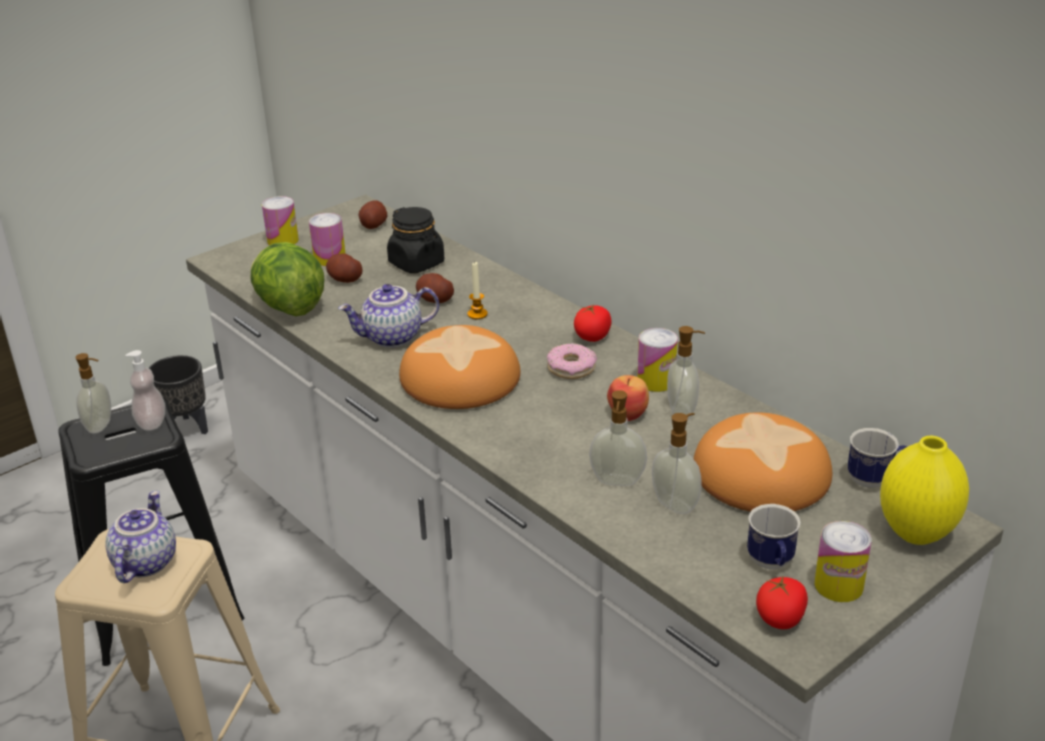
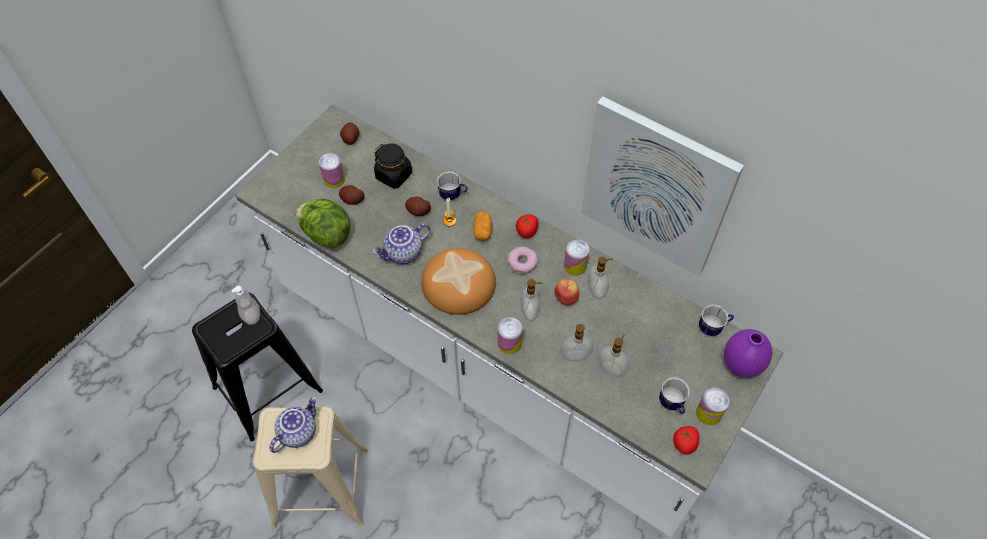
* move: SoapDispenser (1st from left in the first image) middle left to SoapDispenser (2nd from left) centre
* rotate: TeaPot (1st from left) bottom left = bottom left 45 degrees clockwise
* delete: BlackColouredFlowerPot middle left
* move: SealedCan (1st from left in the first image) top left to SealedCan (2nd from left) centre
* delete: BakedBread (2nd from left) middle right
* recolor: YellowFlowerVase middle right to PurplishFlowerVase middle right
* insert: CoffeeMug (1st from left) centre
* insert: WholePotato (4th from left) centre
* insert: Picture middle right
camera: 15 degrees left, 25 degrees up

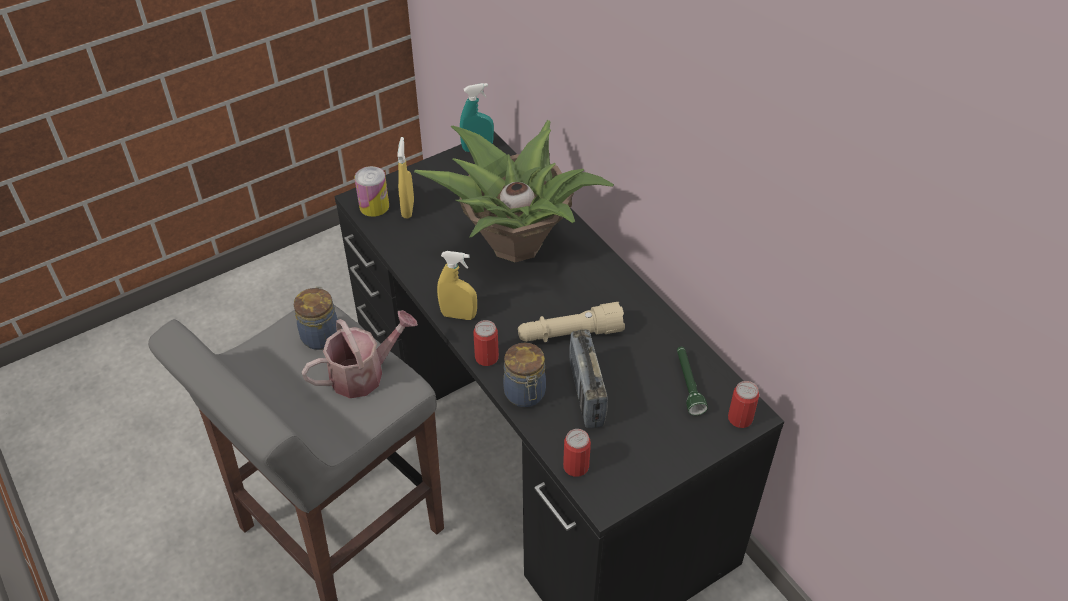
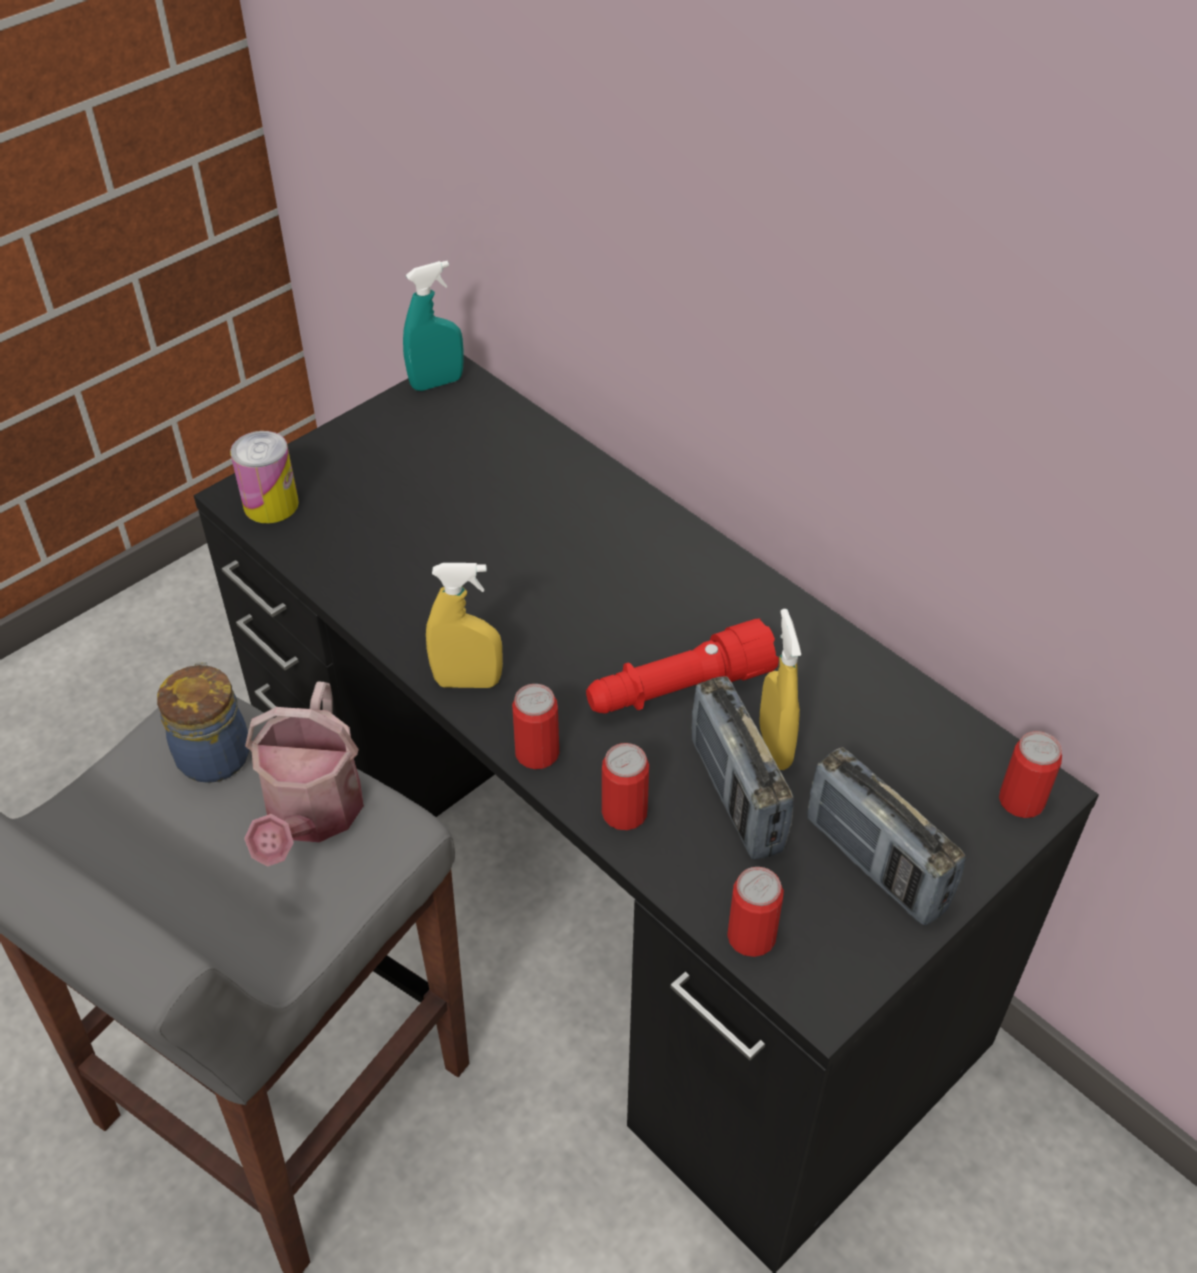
* rotate: WateringPot centre = middle left 135 degrees clockwise
* move: YellowHandSprayer (1st from left in the first image) top centre to YellowHandSprayer (2nd from left) centre
* delete: PlantInAPot top centre
* replace: StorageJar (2nd from left) centre to SealedCan (3rd from left) centre
* recolor: SandColouredHandTorch centre to RedColouredHandTorch centre
* delete: GreenHandTorch centre
* insert: Radio (2nd from left) middle right
camera: 10 degrees left, 0 degrees up

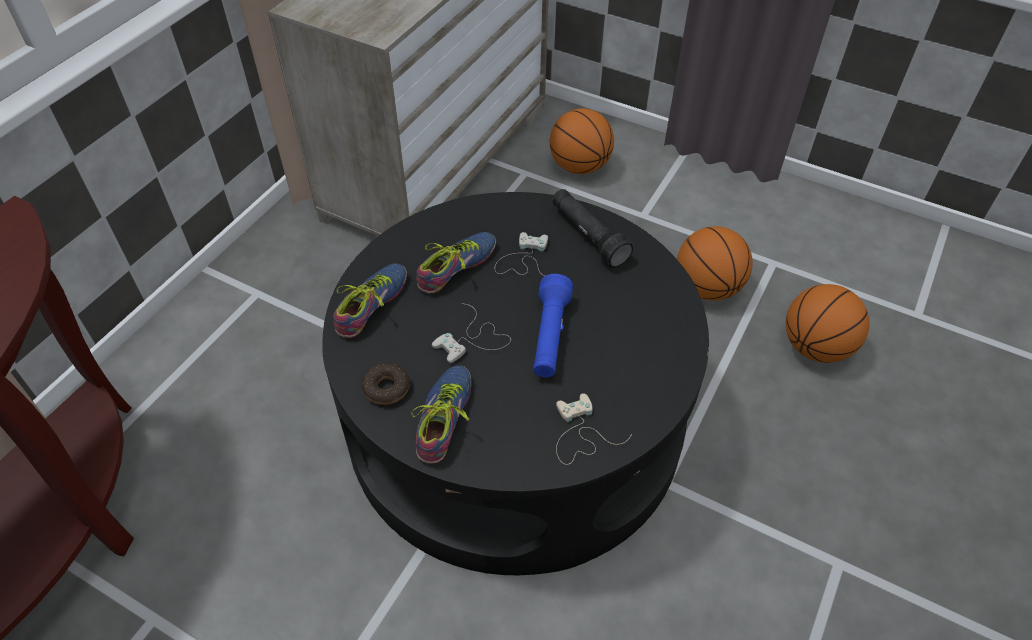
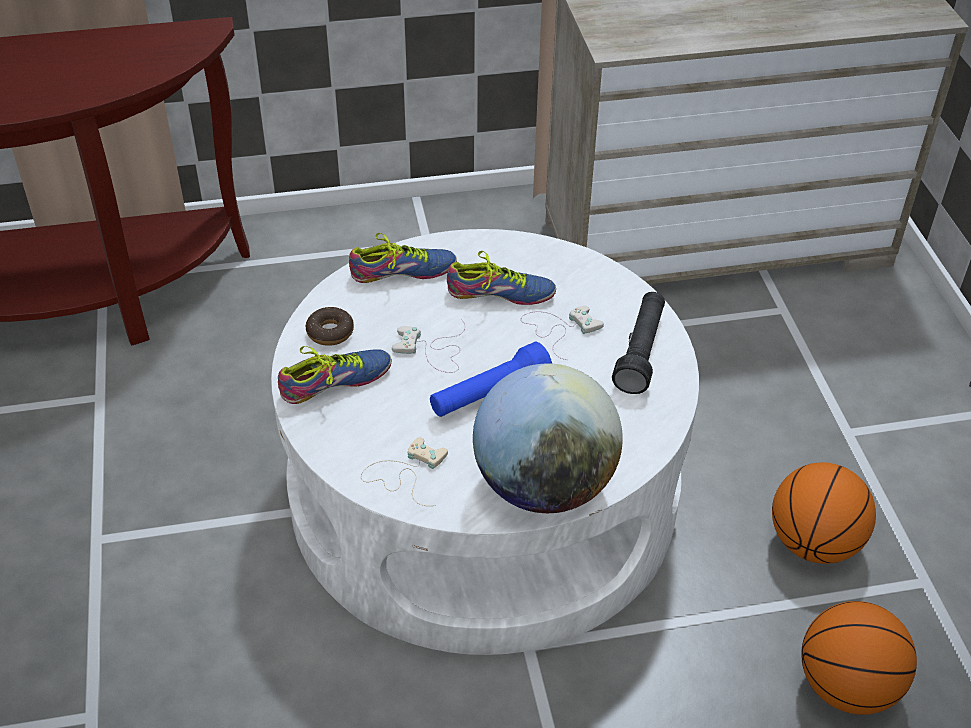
* recolor: BlackColouredLoungeTable centre to WhitishLoungeTable centre
* delete: BallForBasketball (1st from left) top centre
* insert: DeskGlobe centre
camera: 50 degrees right, 5 degrees down

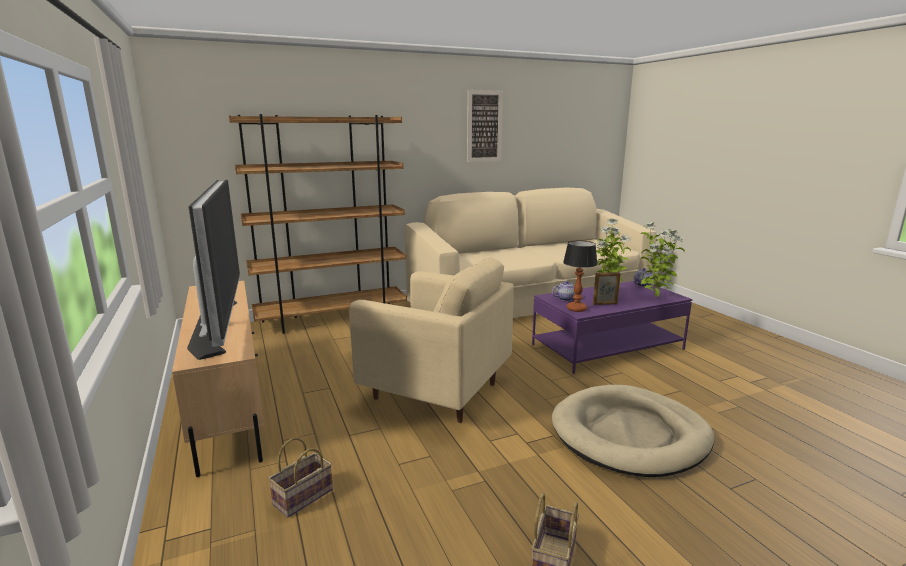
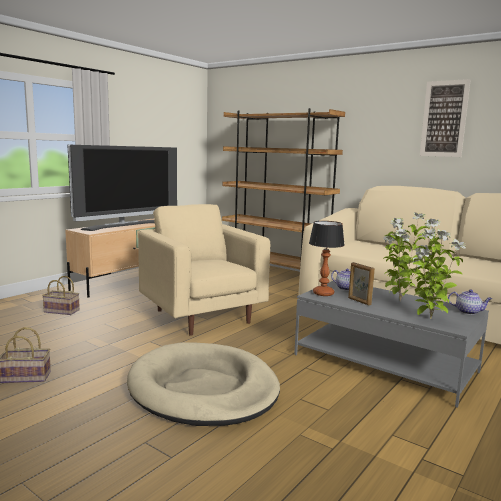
* rotate: SandColouredArmchair centre = centre 150 degrees clockwise
* recolor: PurplishLoungeTable middle right to GrayLoungeTable bottom right
camera: 60 degrees right, 5 degrees down

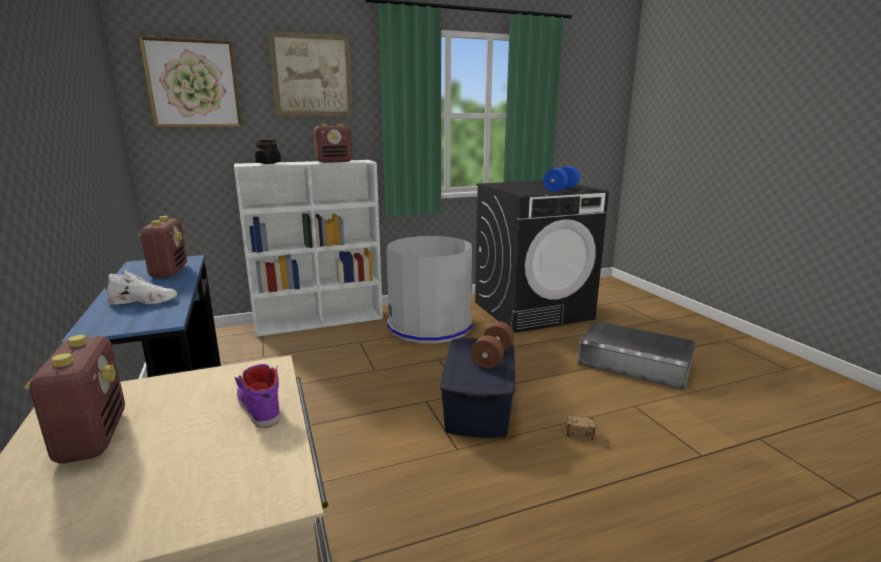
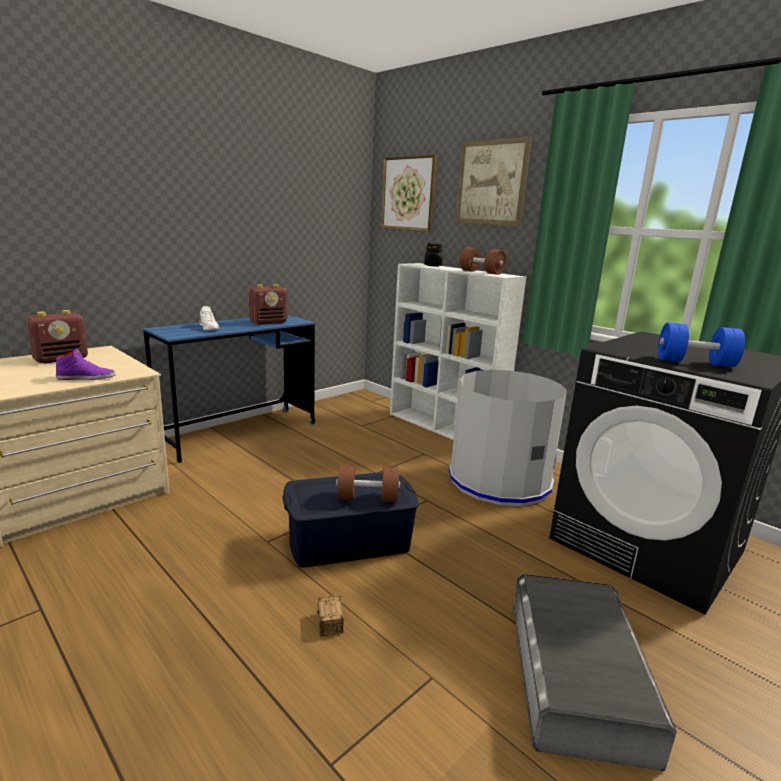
* rotate: PurplishLowShoe bottom left = middle left 45 degrees clockwise
* replace: Radio (3rd from left) top centre to BrownishHandWeight (2nd from left) centre
camera: 65 degrees right, 0 degrees up

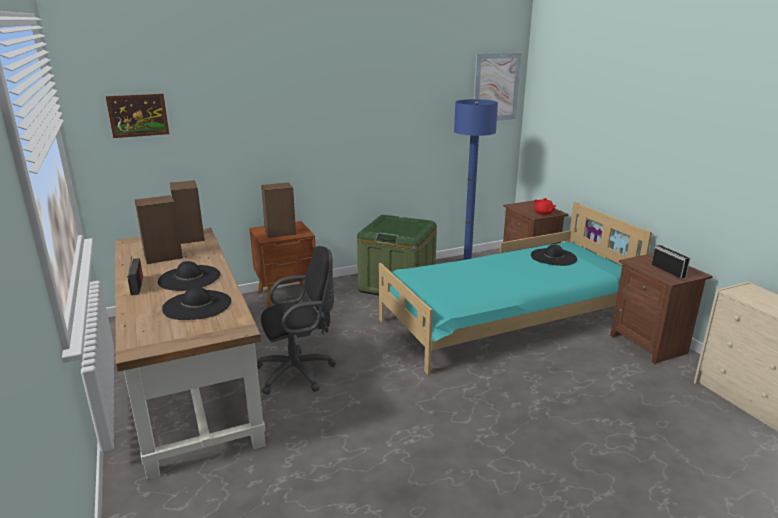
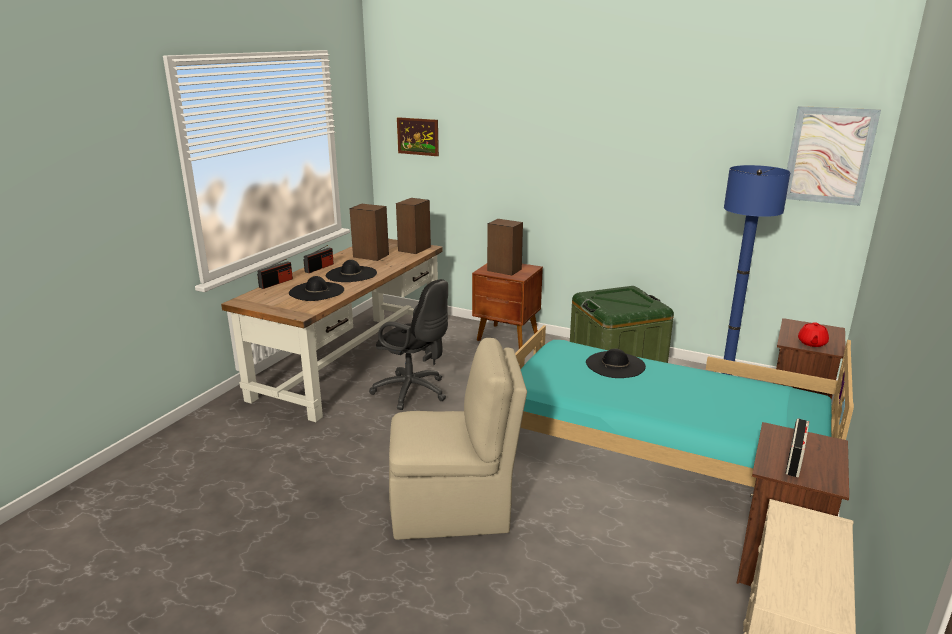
* move: BlackColouredWearableHat (3rd from left) middle right to centre
* insert: Radio (1st from left) middle left
* insert: SandColouredPlainChair bottom centre
camera: 50 degrees right, 0 degrees up

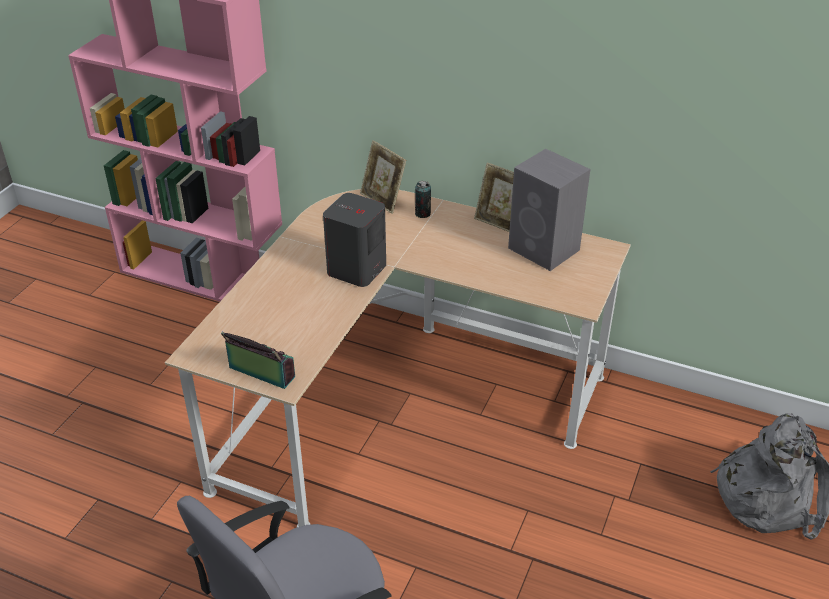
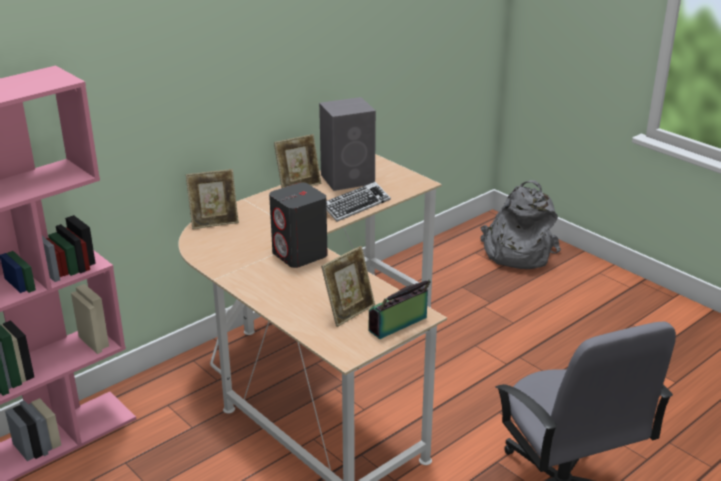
* delete: SealedCan top centre
* insert: PictureFrame (3rd from left) centre
* insert: ComputerKeyboard centre
camera: 65 degrees left, 10 degrees down

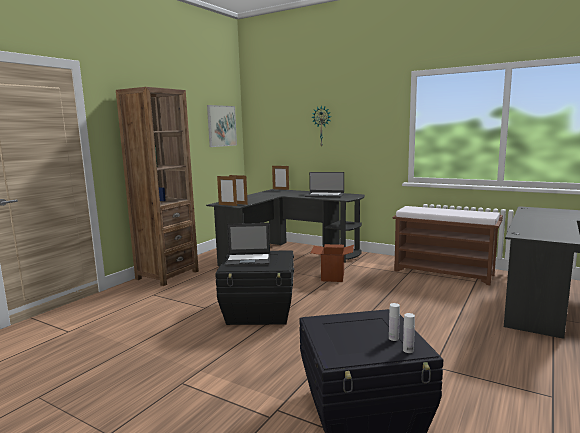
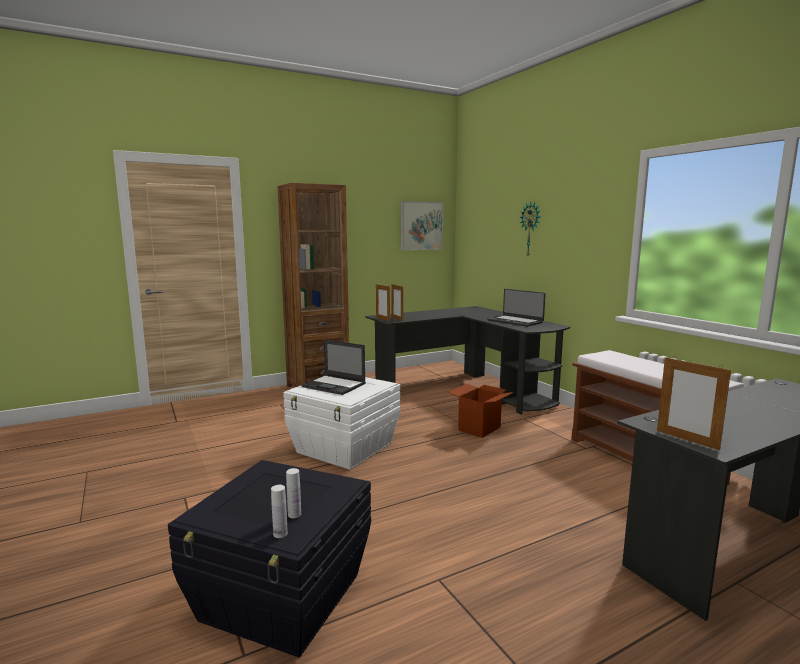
* recolor: BlackColouredStorageContainer (1st from left) centre to WhitishStorageContainer centre
* move: PictureFrame (3rd from left) centre to middle right
camera: 30 degrees right, 0 degrees up

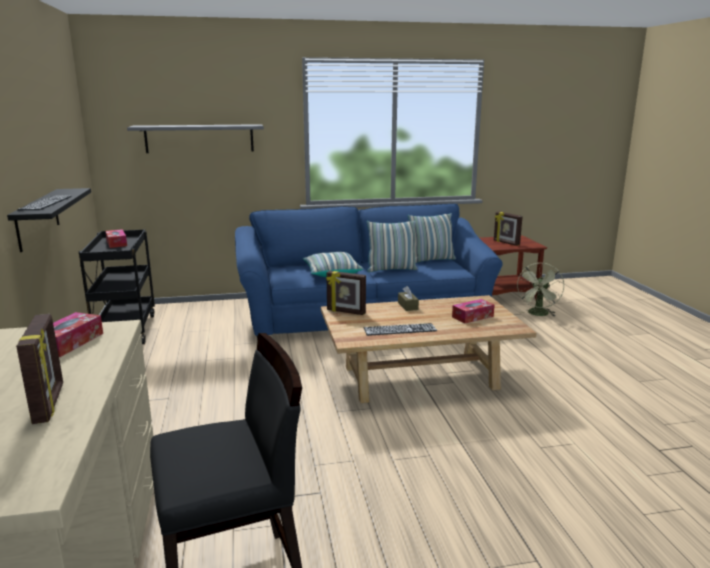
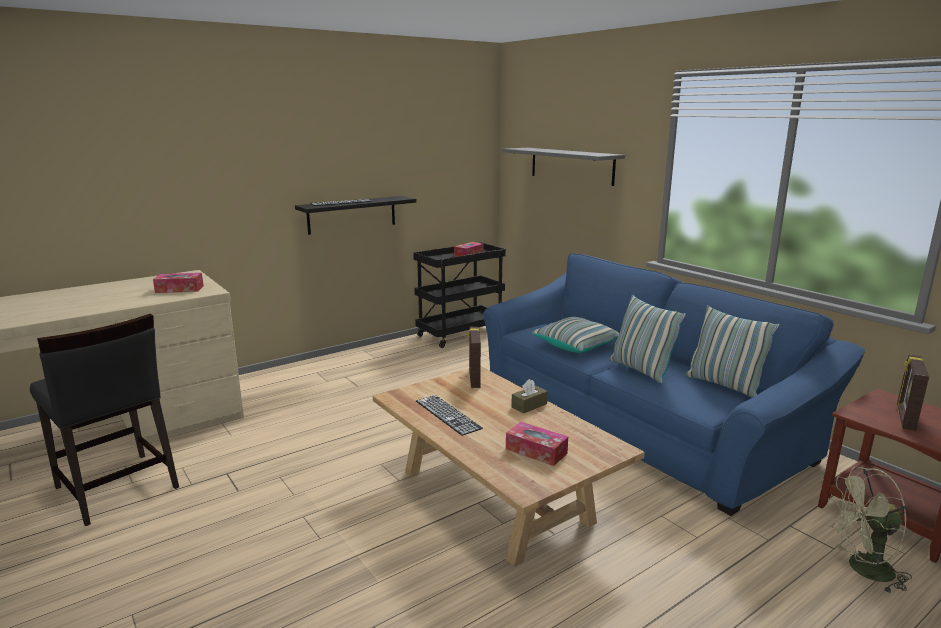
* delete: PictureFrame (1st from left) middle left
camera: 65 degrees right, 0 degrees up

